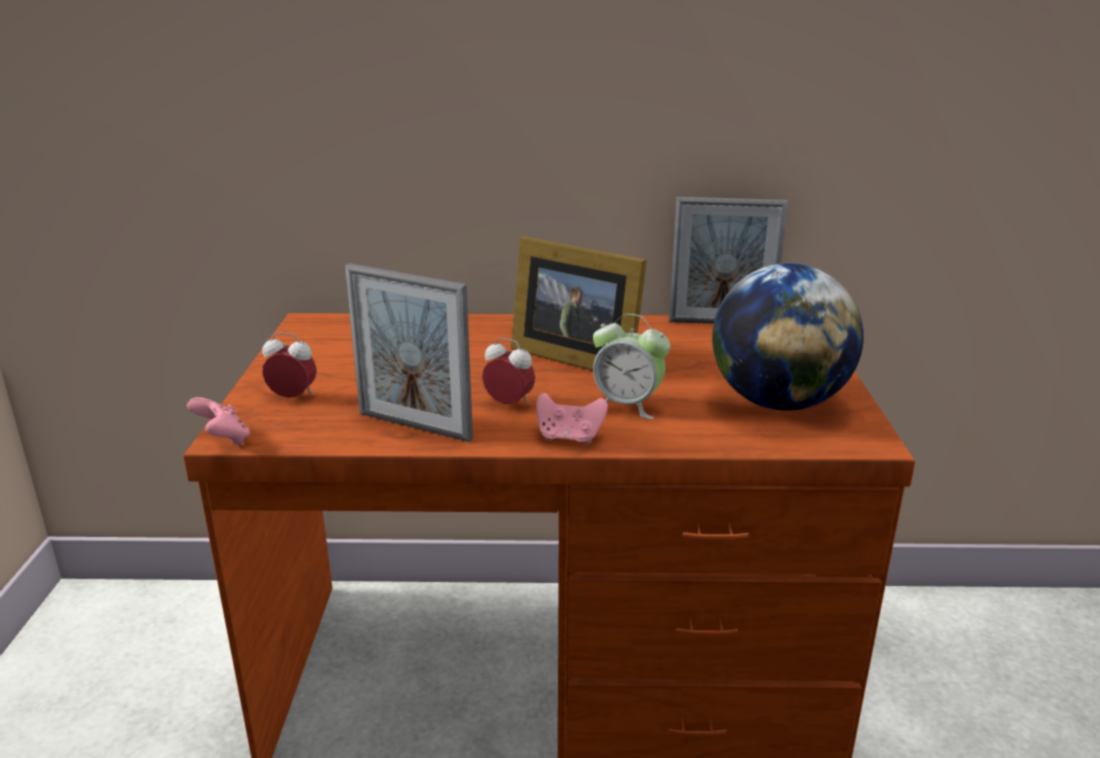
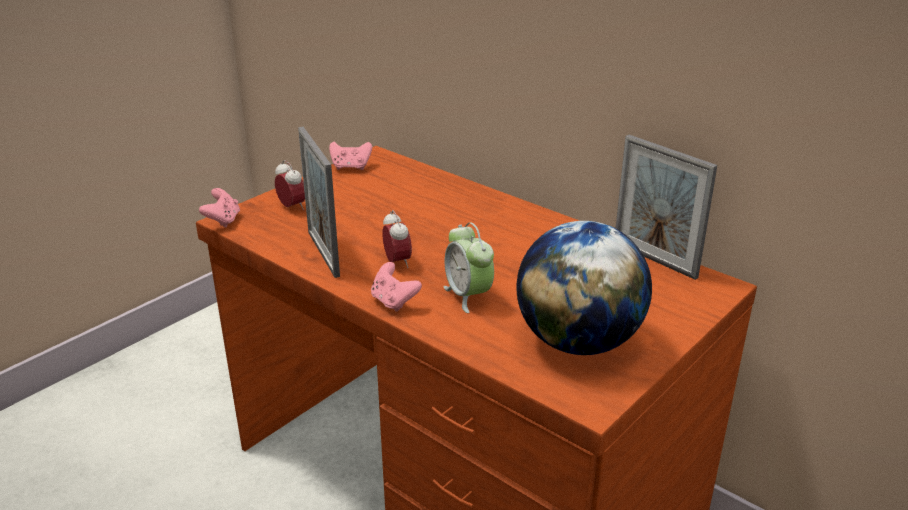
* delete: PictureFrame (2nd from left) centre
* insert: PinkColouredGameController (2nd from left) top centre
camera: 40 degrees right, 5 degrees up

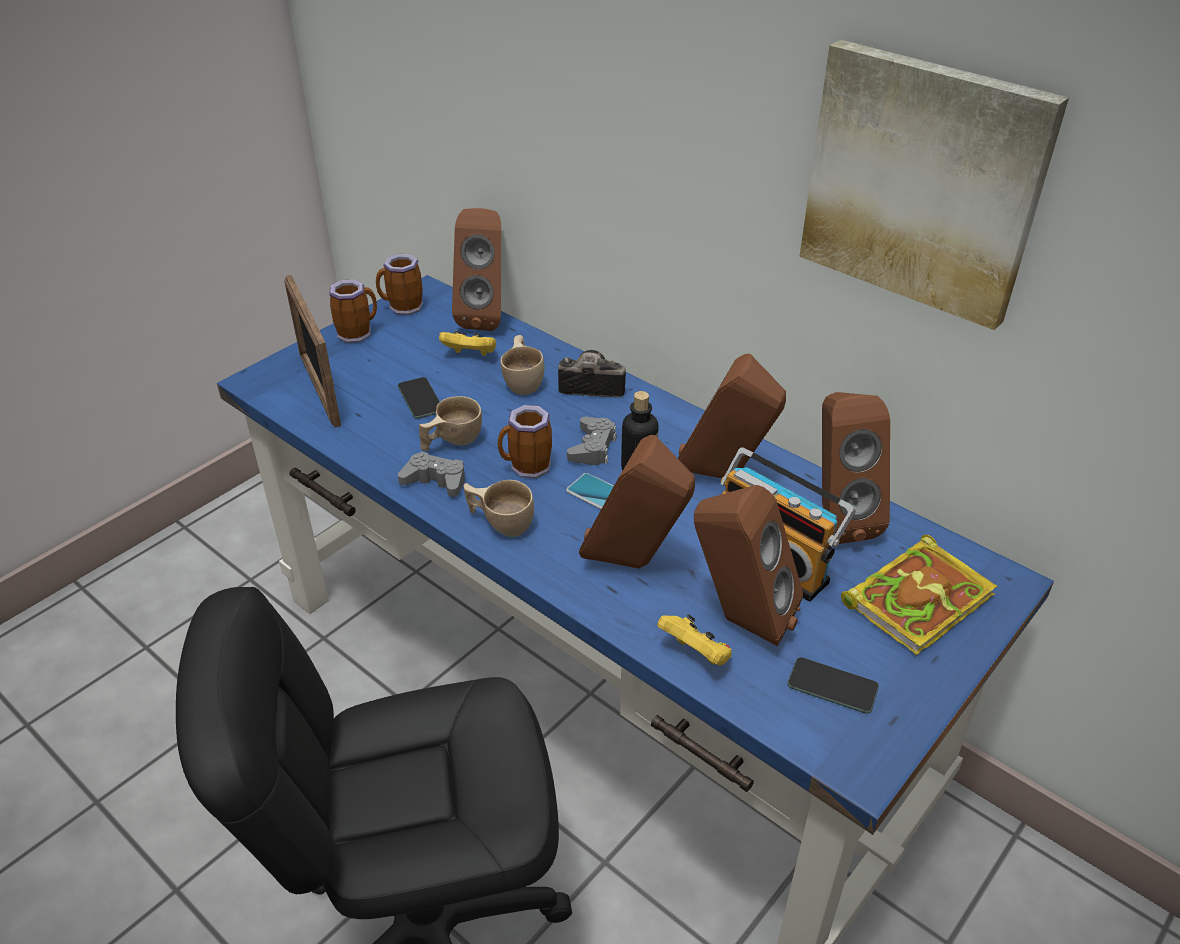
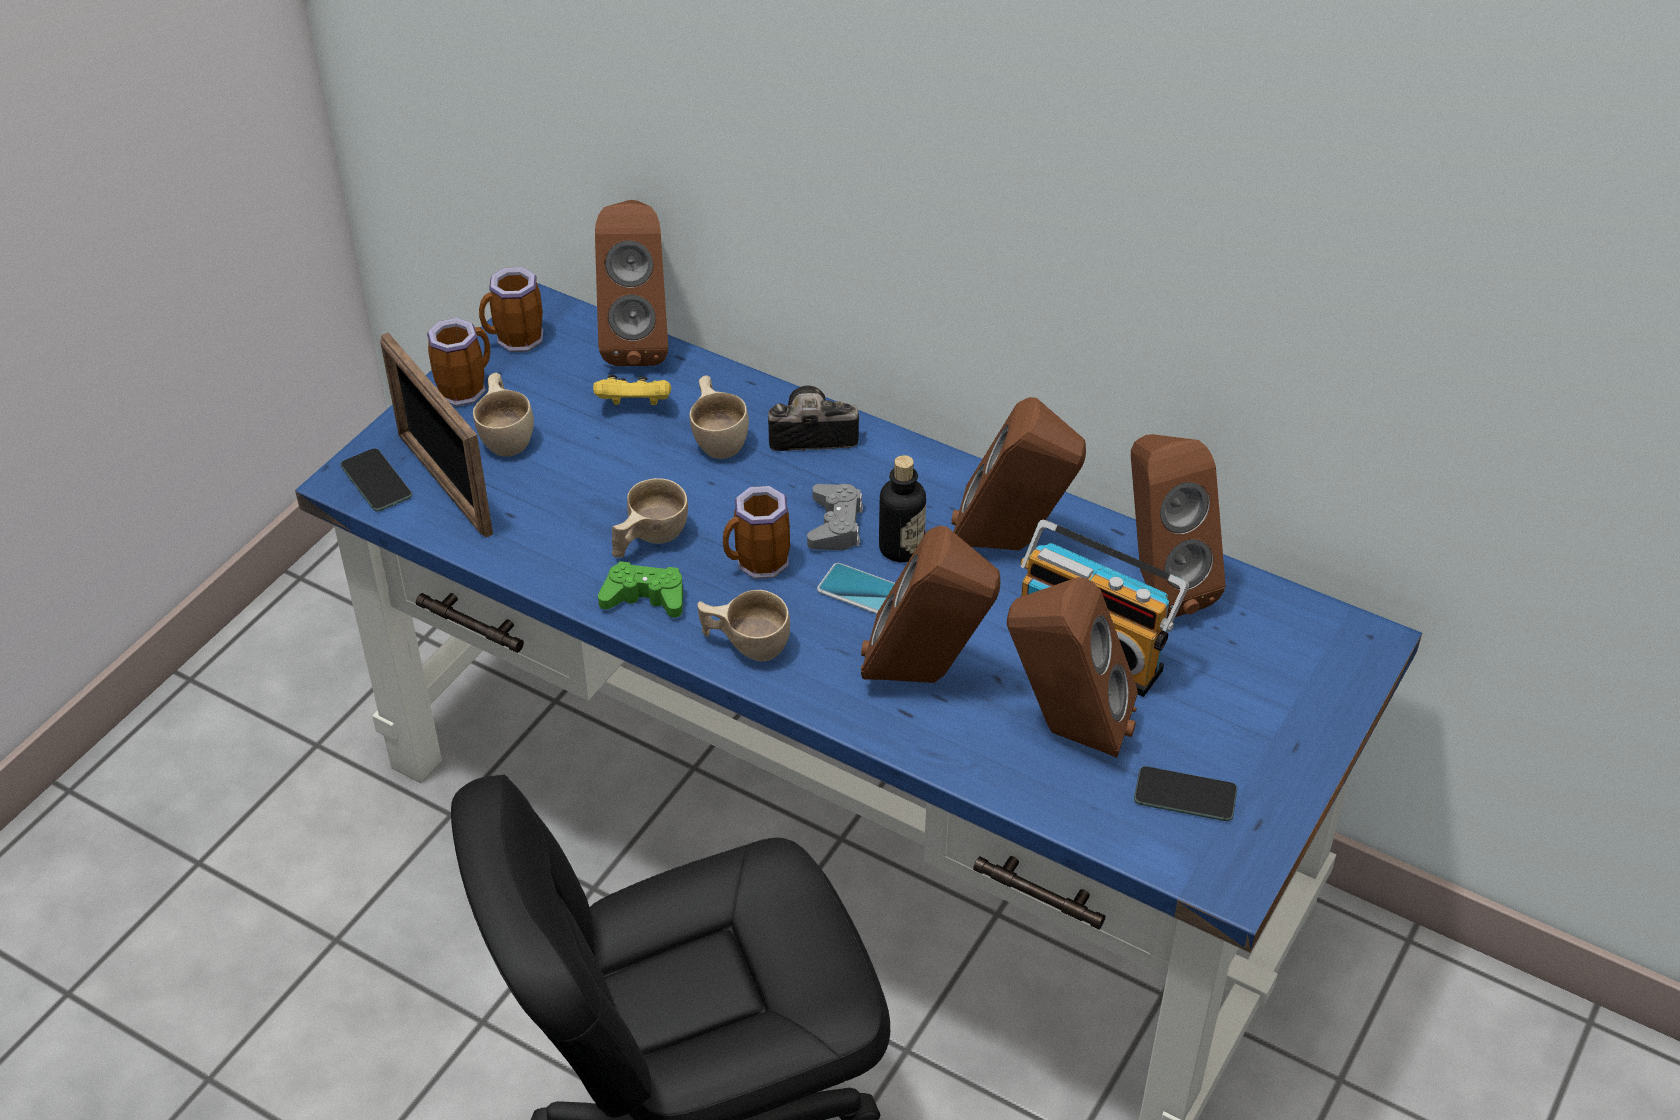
* move: Telephone (1st from left) centre to middle left
* recolor: GrayGameController (1st from left) centre to GreenGameController centre
* delete: YellowGameController (2nd from left) bottom centre
* delete: Picture top right
* delete: BoundBook middle right
* insert: SandColouredDrinkingCup (1st from left) middle left
camera: 10 degrees left, 5 degrees up

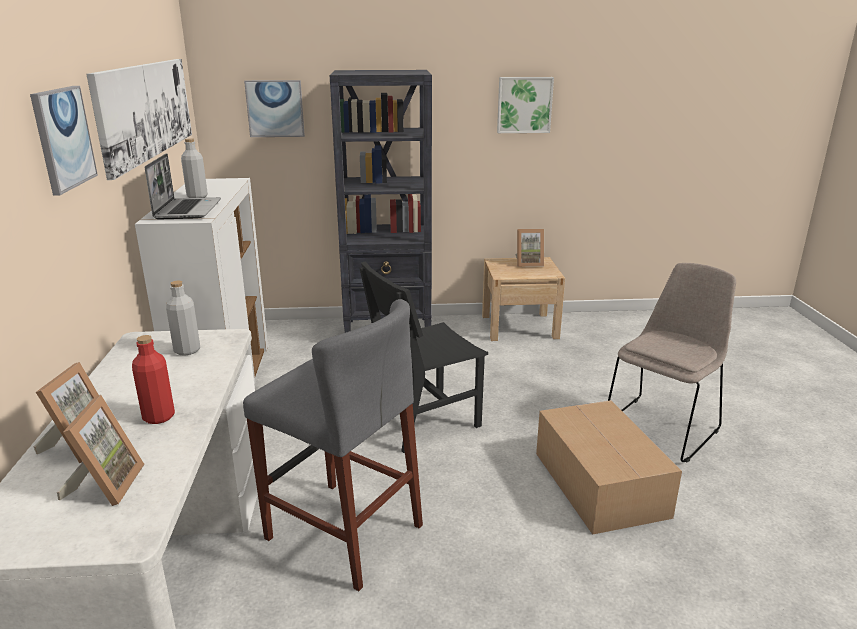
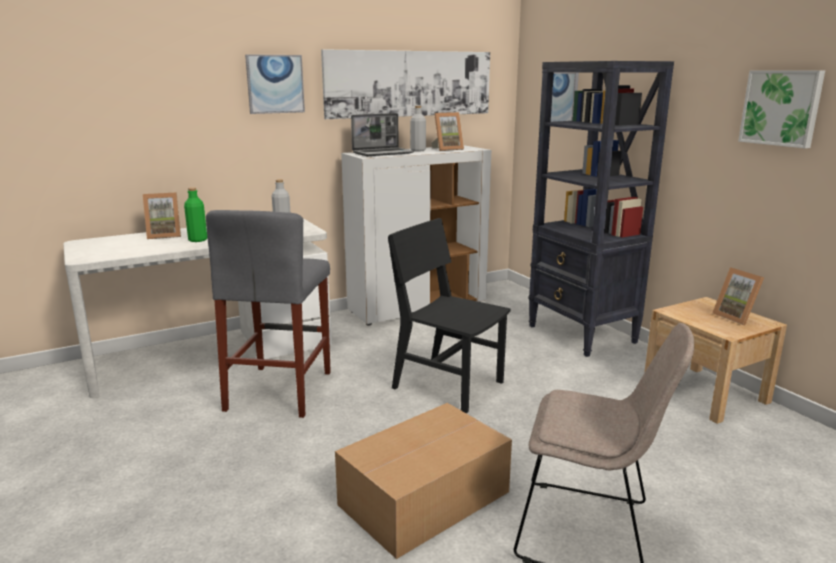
* move: PictureFrame (2nd from left) bottom left to top centre
* recolor: RedColouredBottle middle left to GreenBottle middle left
camera: 65 degrees right, 5 degrees down

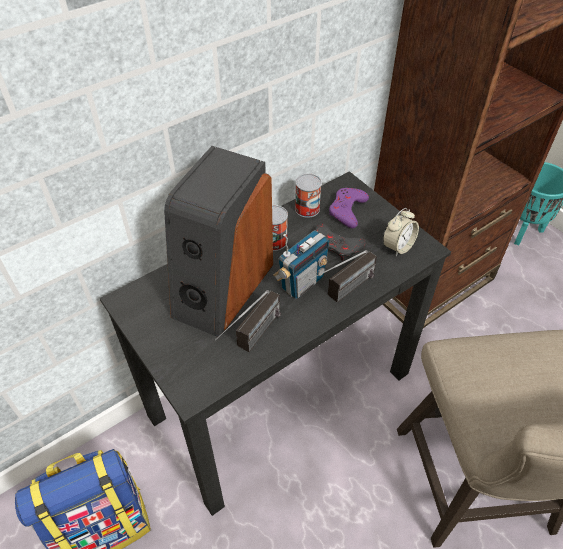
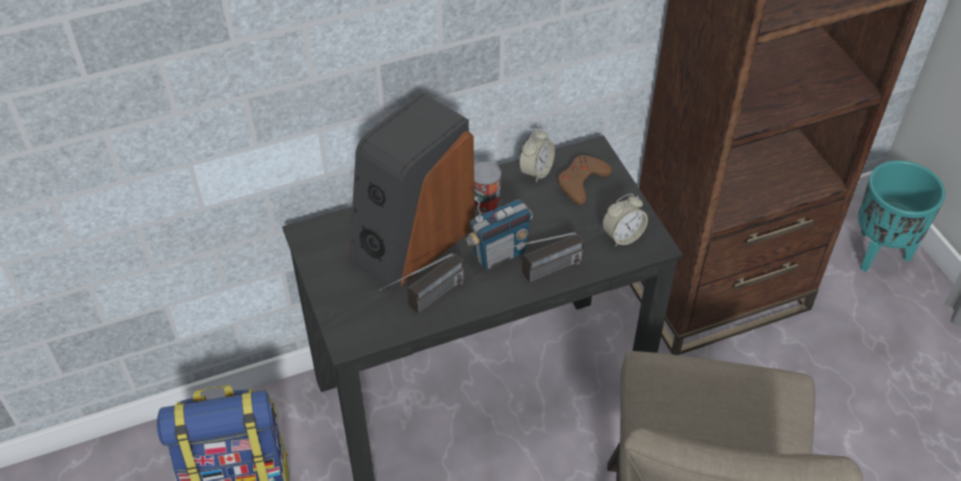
* replace: SealedCan (2nd from left) centre to AlarmClock (1st from left) top centre
* delete: GrayGameController centre
* recolor: PurplishGameController centre to BrownishGameController centre
camera: 15 degrees right, 0 degrees up

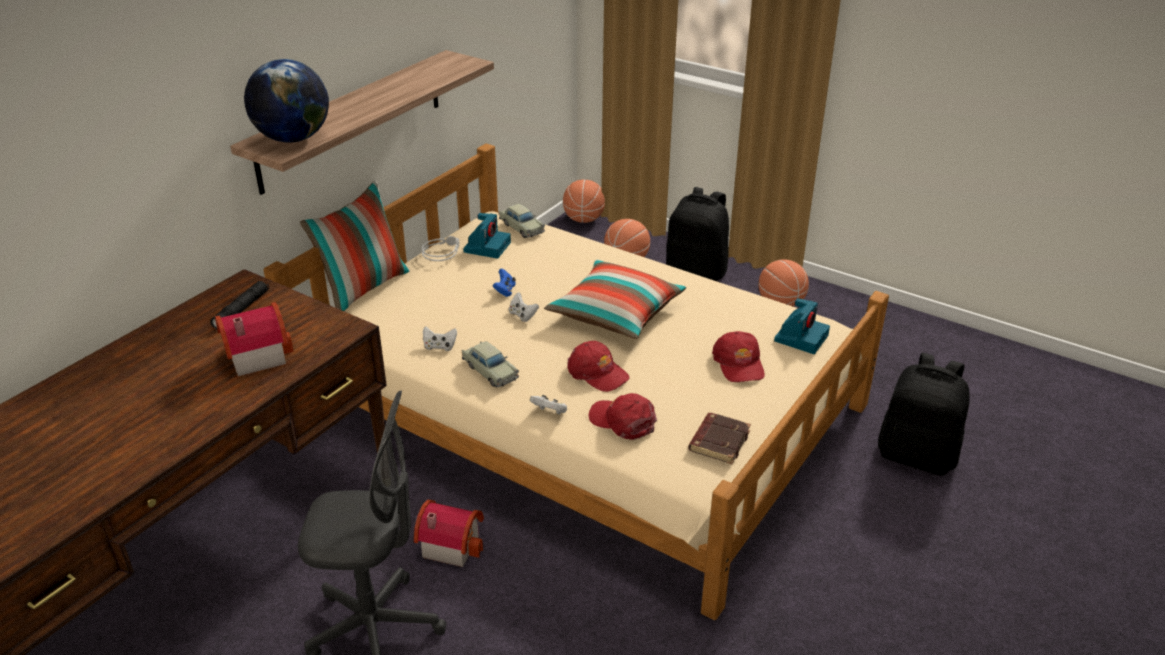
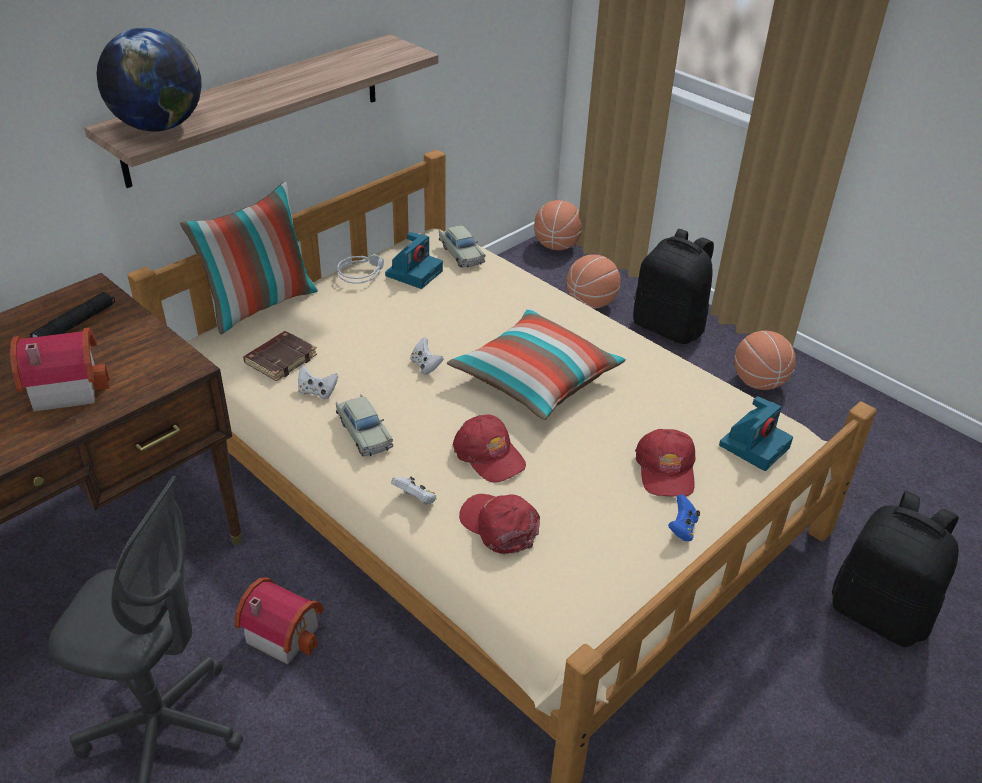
* move: BlueColouredGameController centre to middle right
* move: BrownishBoundBook bottom centre to middle left
camera: 10 degrees right, 5 degrees up

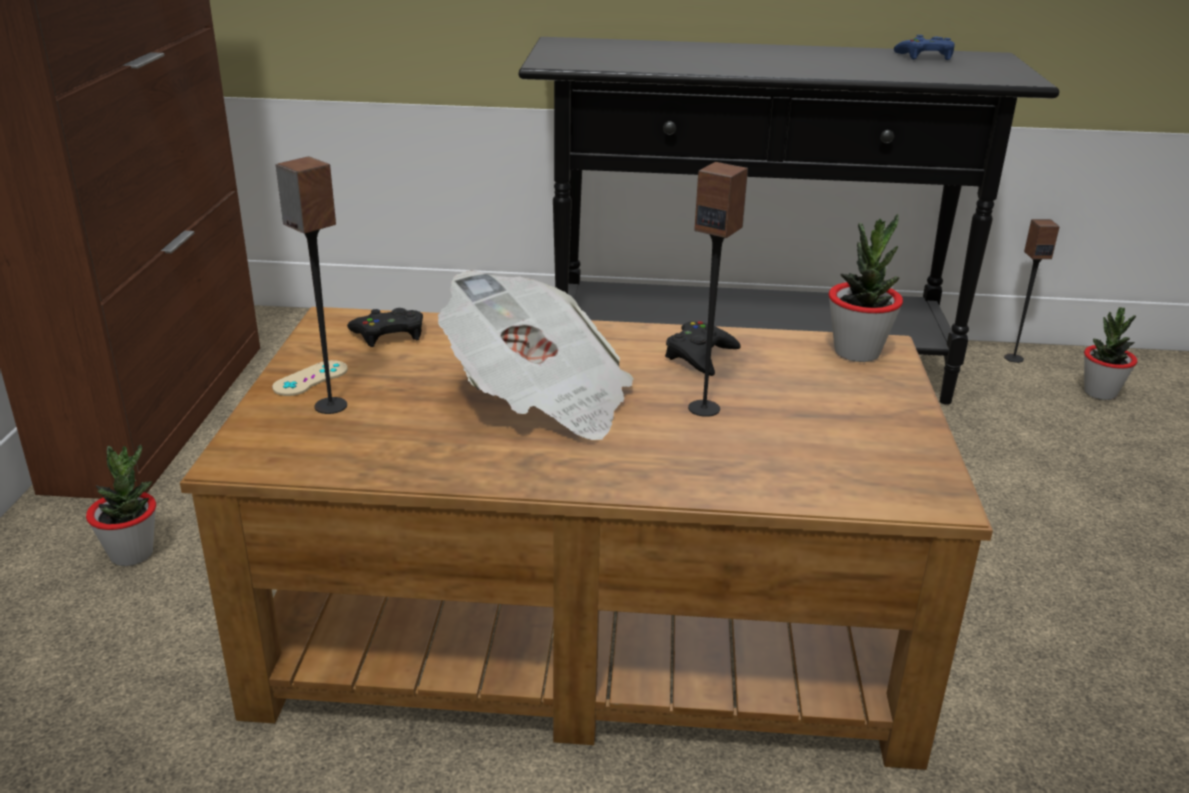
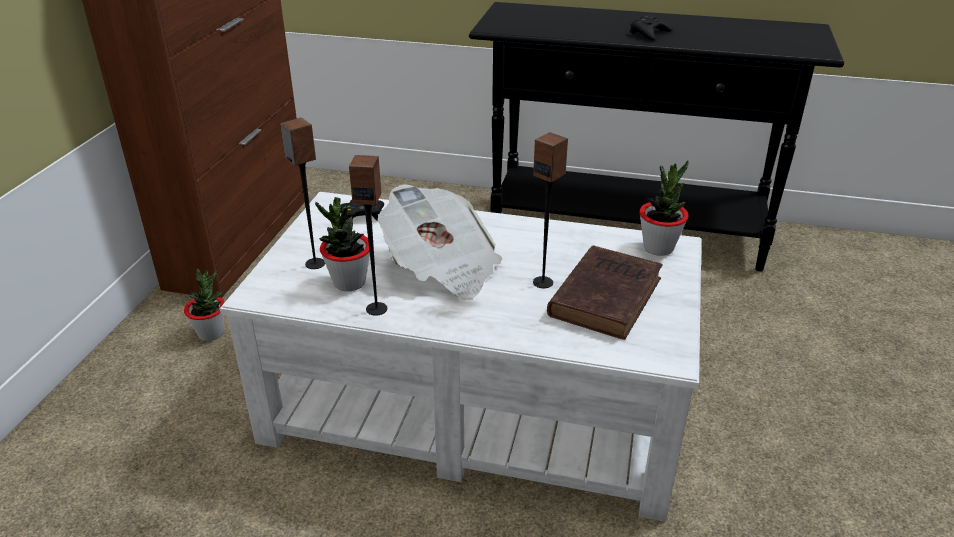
* recolor: BrownishLoungeTable bottom centre to WhitishLoungeTable centre
* delete: SandColouredGameController middle left
* move: BlackColouredGameController (2nd from left) centre to top right
* delete: BlueColouredGameController top right
* move: Loudspeaker (3rd from left in the first image) middle right to Loudspeaker (2nd from left) centre
* move: PlantInAPot (3rd from left in the first image) middle right to PlantInAPot (2nd from left) centre
* insert: BrownishBoundBook centre
camera: 10 degrees right, 5 degrees up

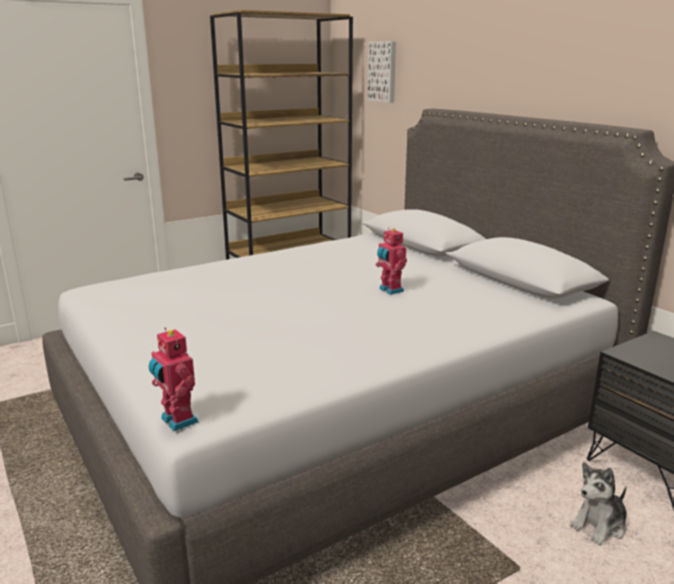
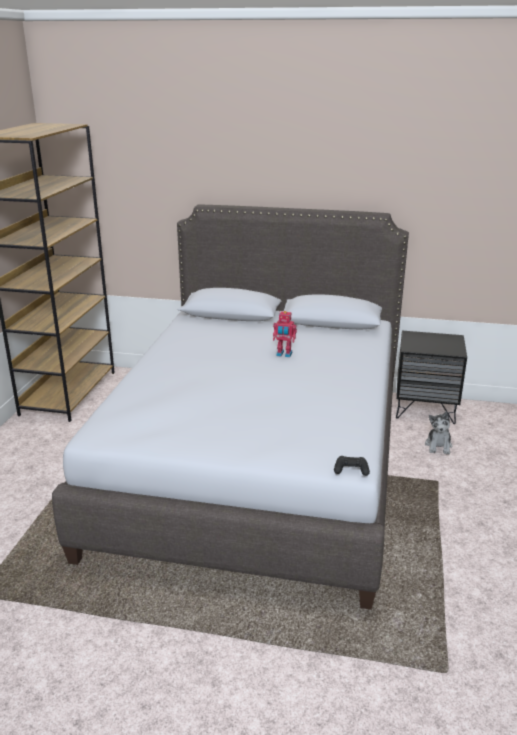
* replace: ModelRobot (1st from left) middle left to BlackColouredGameController middle right
* delete: Picture top centre
camera: 45 degrees left, 5 degrees up

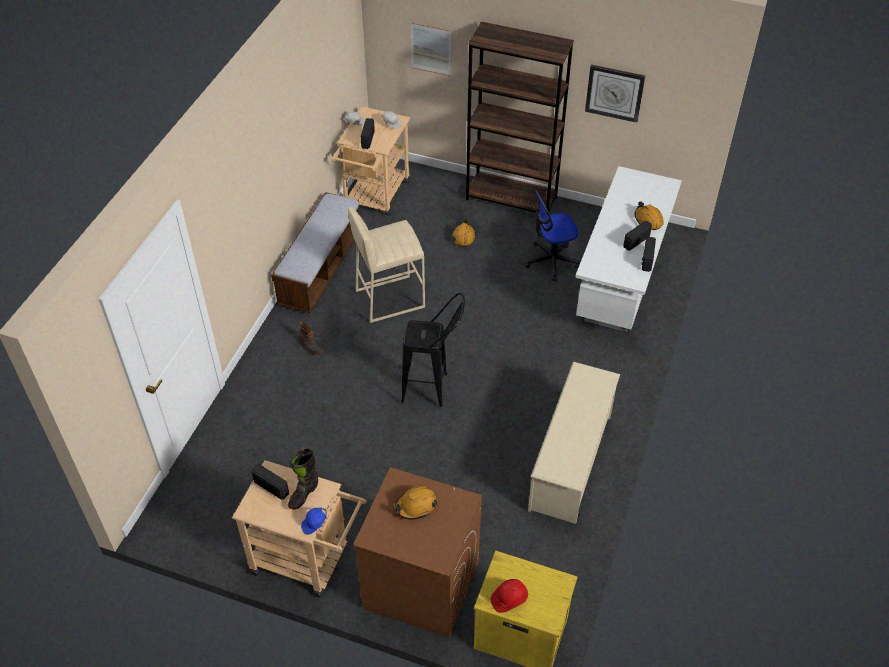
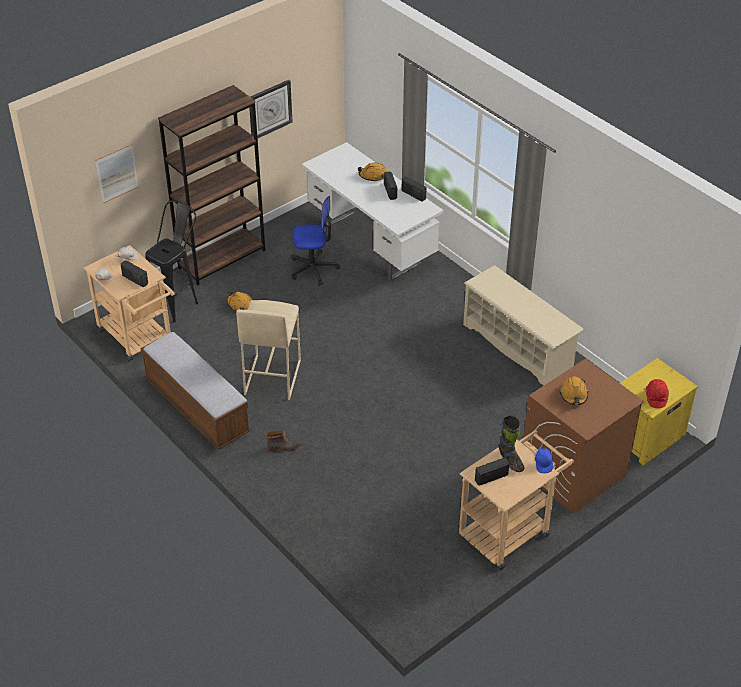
* move: BlackColouredStool centre to middle left
* rotate: DeskChair centre = centre 105 degrees counterclockwise
camera: 60 degrees left, 5 degrees down

